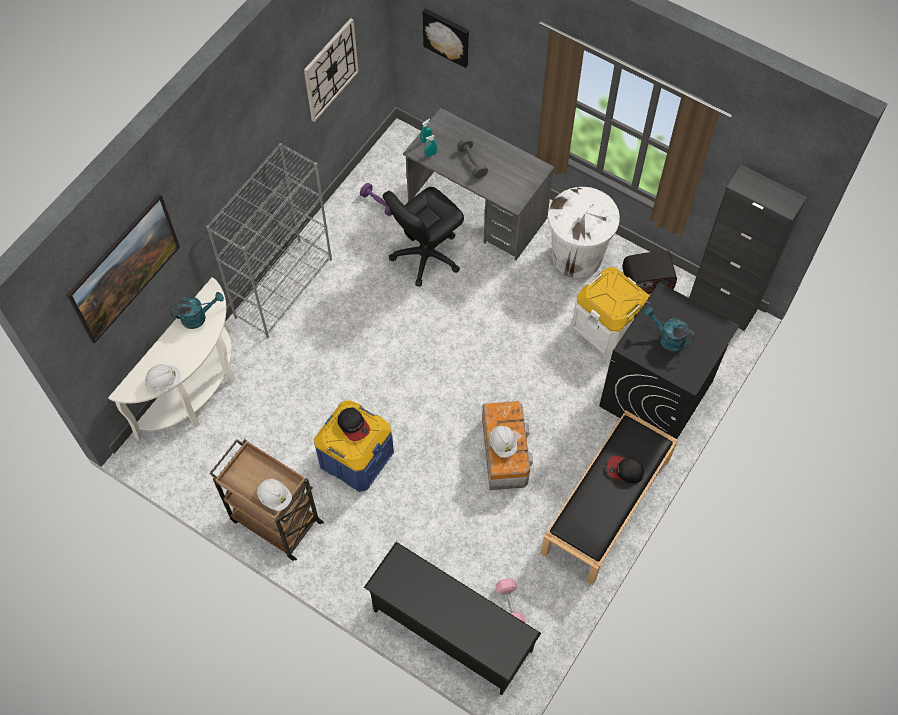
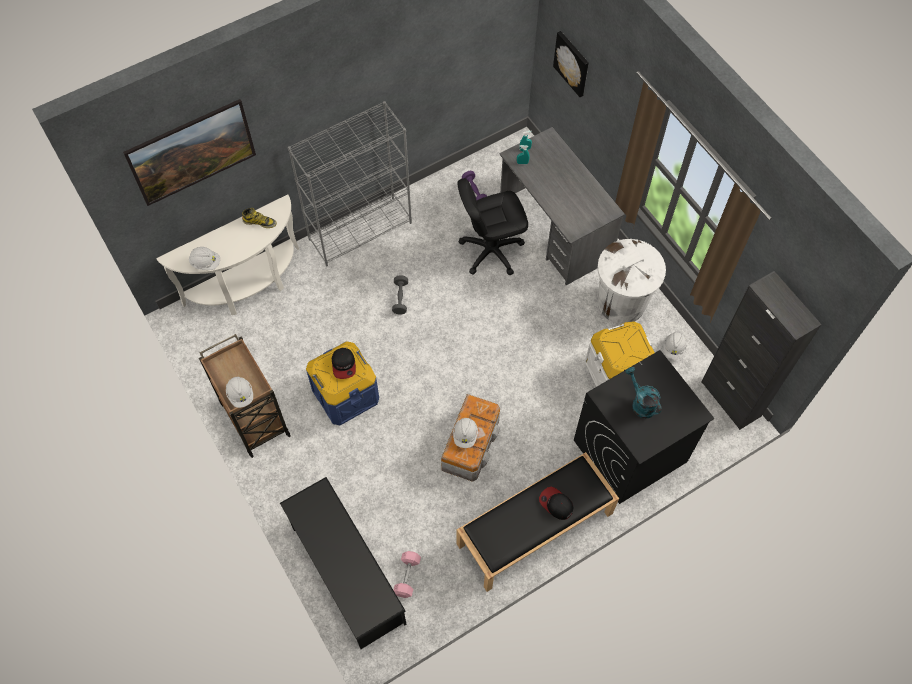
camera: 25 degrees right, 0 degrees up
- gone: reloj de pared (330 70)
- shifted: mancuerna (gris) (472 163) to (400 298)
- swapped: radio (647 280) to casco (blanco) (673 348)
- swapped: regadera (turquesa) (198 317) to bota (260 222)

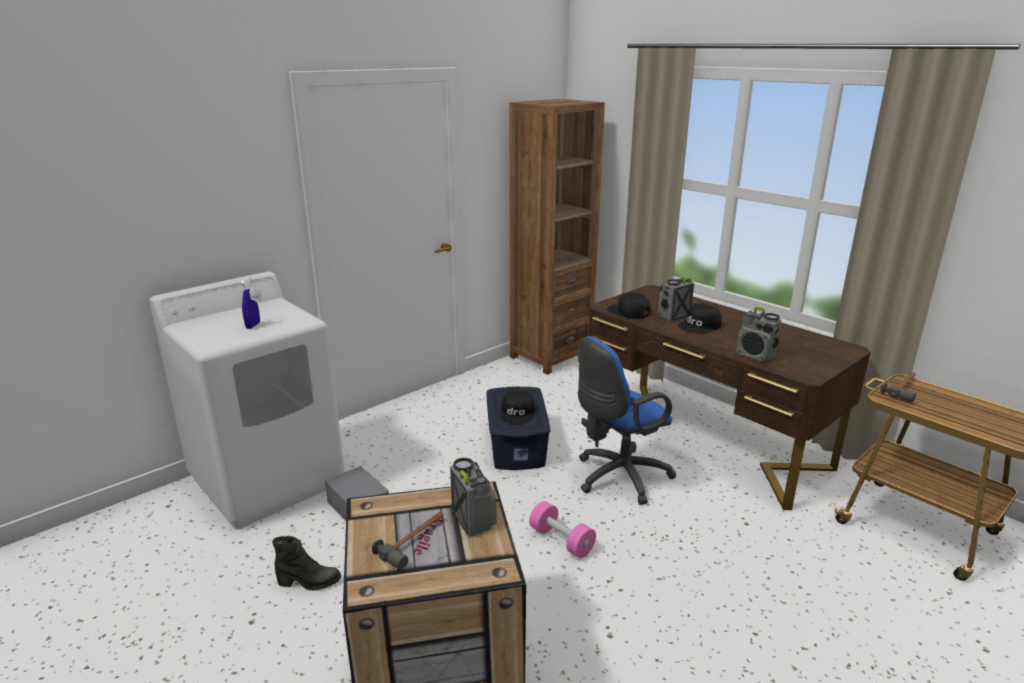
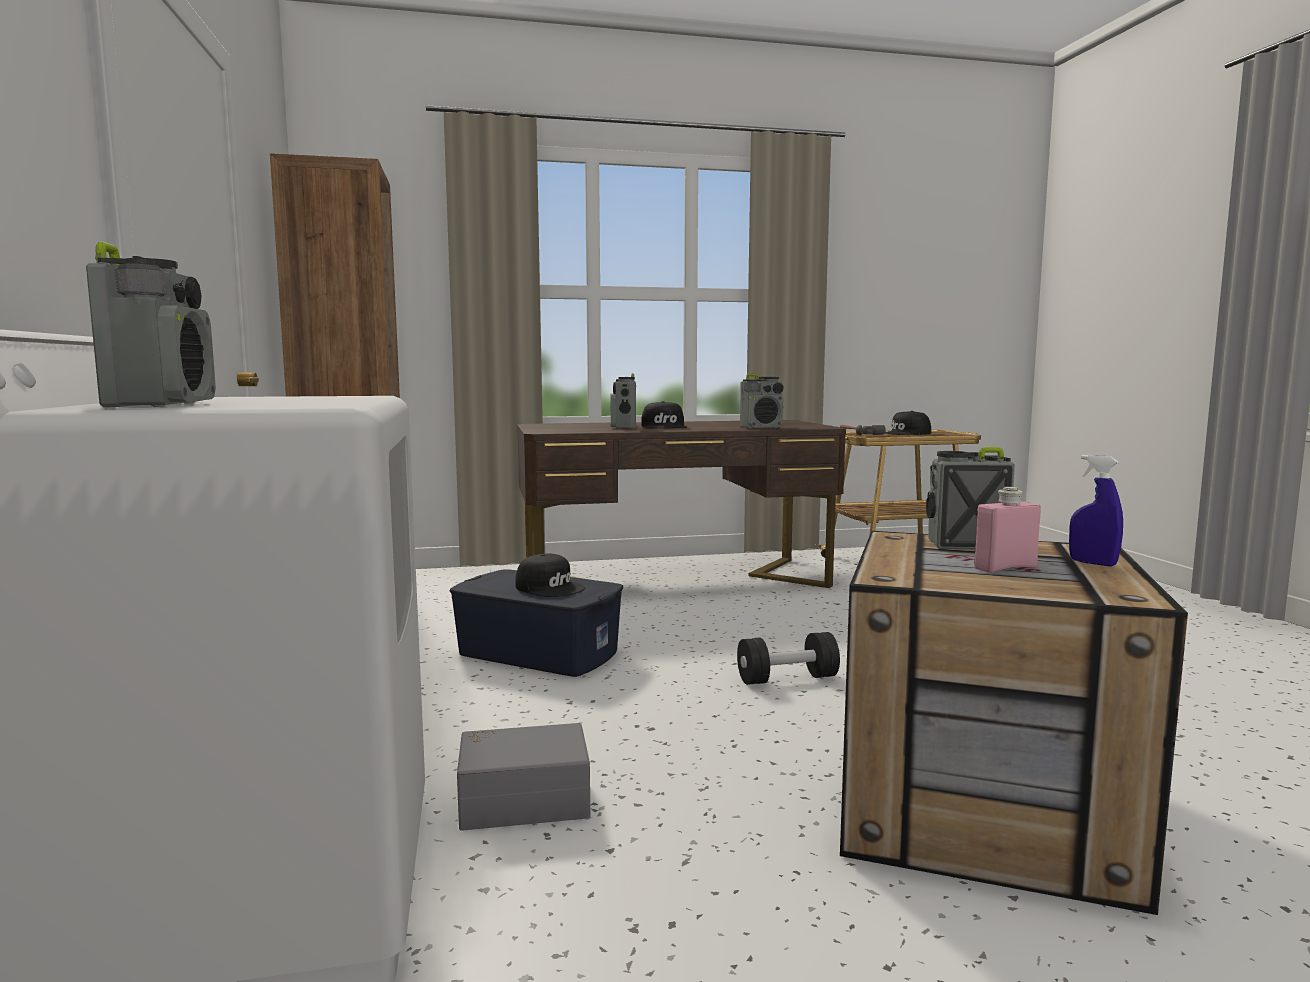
camera: 60 degrees left, 15 degrees down
- shifted: pulverizador (azul) (253 325) to (1092 563)
- shifted: gorra (negro) (628 312) to (906 433)
- gone: silla de oficina (azul) (618 477)
- repainted: mancuerna (rosa) (561 540) to mancuerna (negro) (787 679)
- swapped: martillo (414 541) to botella (rosa) (1005 568)
- gone: bota (negro) (309 582)
- new: radio (162 404)

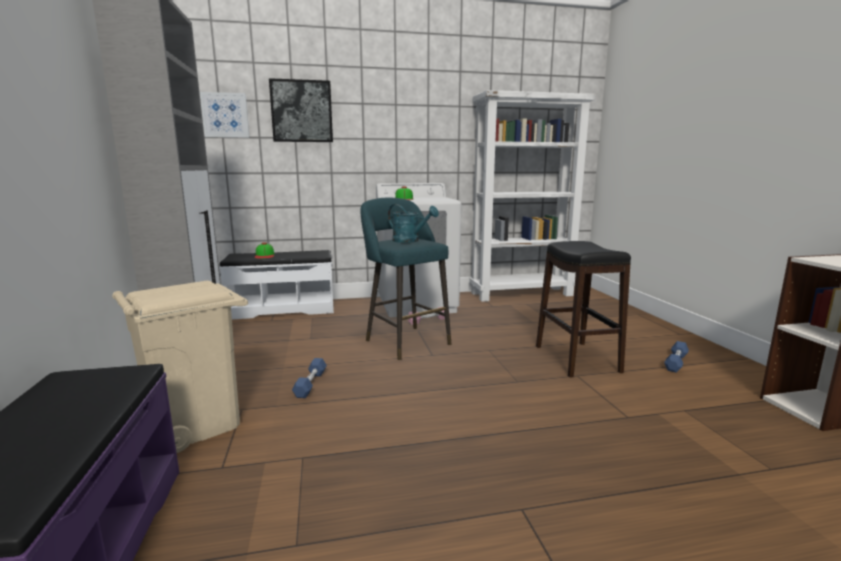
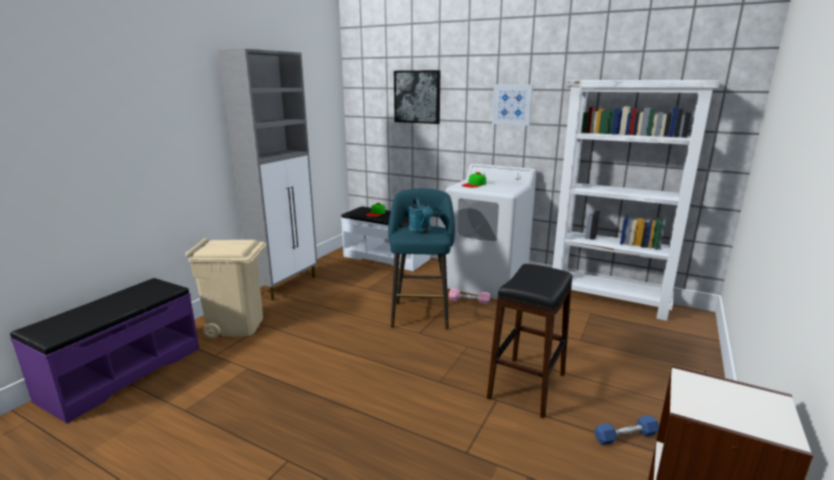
camera: 40 degrees right, 5 degrees up
- shifted: cuadro (225 115) to (512 104)
- gone: mancuerna (azul) (310 384)

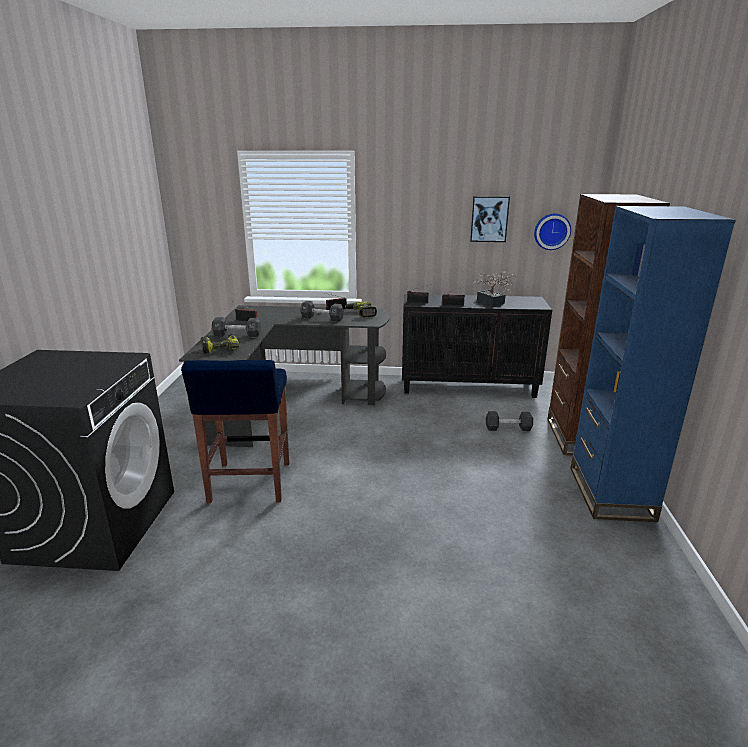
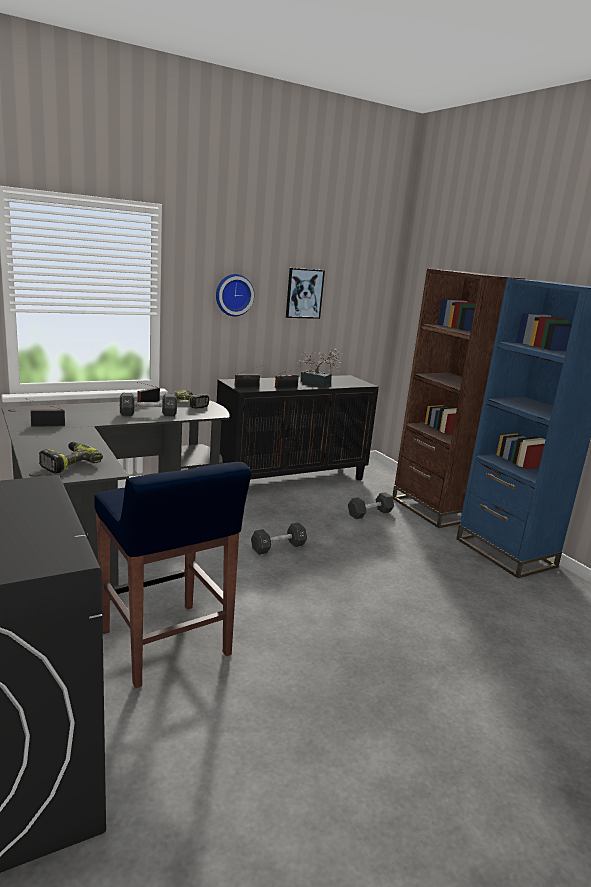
camera: 35 degrees left, 5 degrees down
- shifted: reloj de pared (551 231) to (233 294)
- shifted: mancuerna (negro) (237 335) to (278 547)

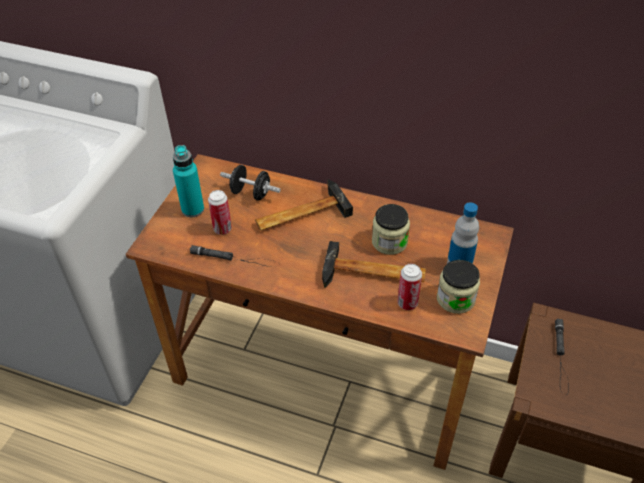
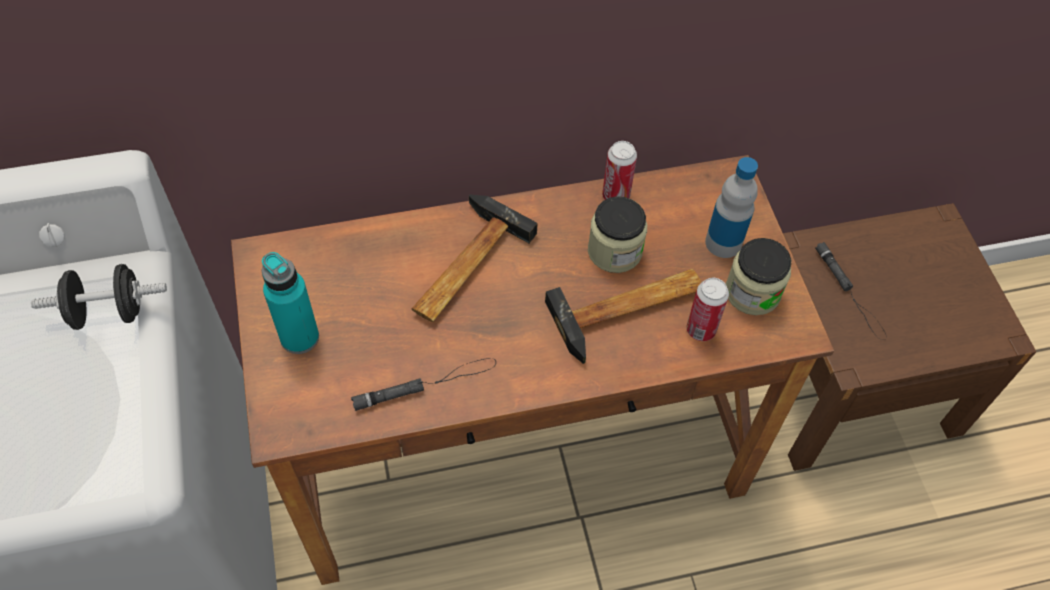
camera: 35 degrees left, 10 degrees up
- shifted: mancuerna (negro) (251 193) to (108 312)
- shifted: lata (222 229) to (615 196)

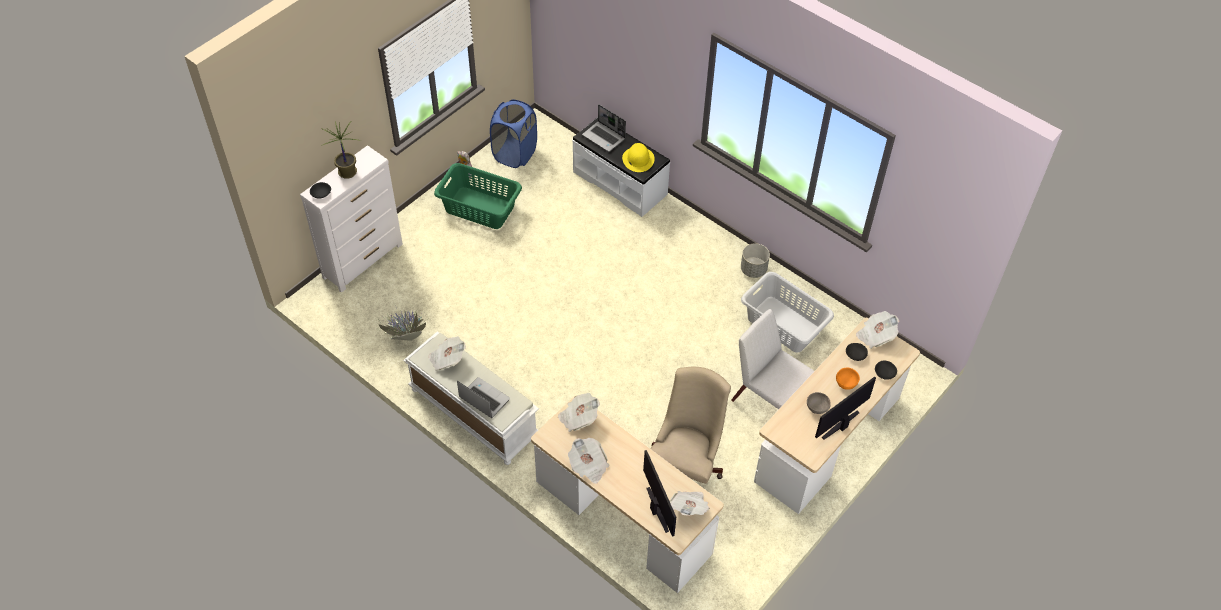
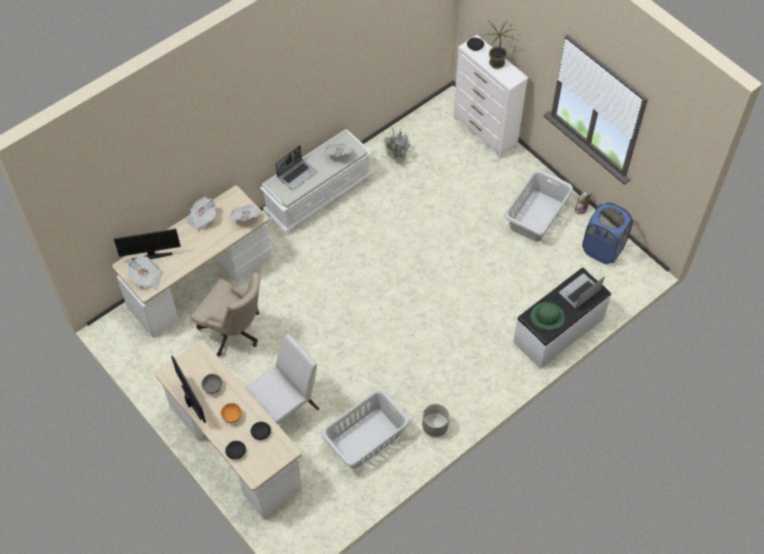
camera: 100 degrees right, 5 degrees up
- repainted: sombrero (amarillo) (638 159) to sombrero (verde) (547 316)
- repainted: cesto de la ropa (verde) (479 207) to cesto de la ropa (gris) (537 216)
- gone: periódico (875 335)

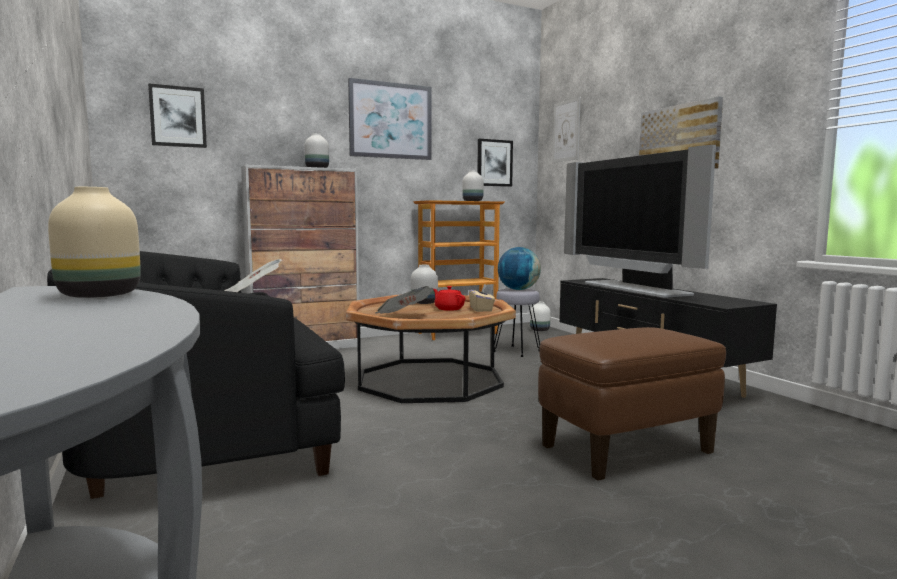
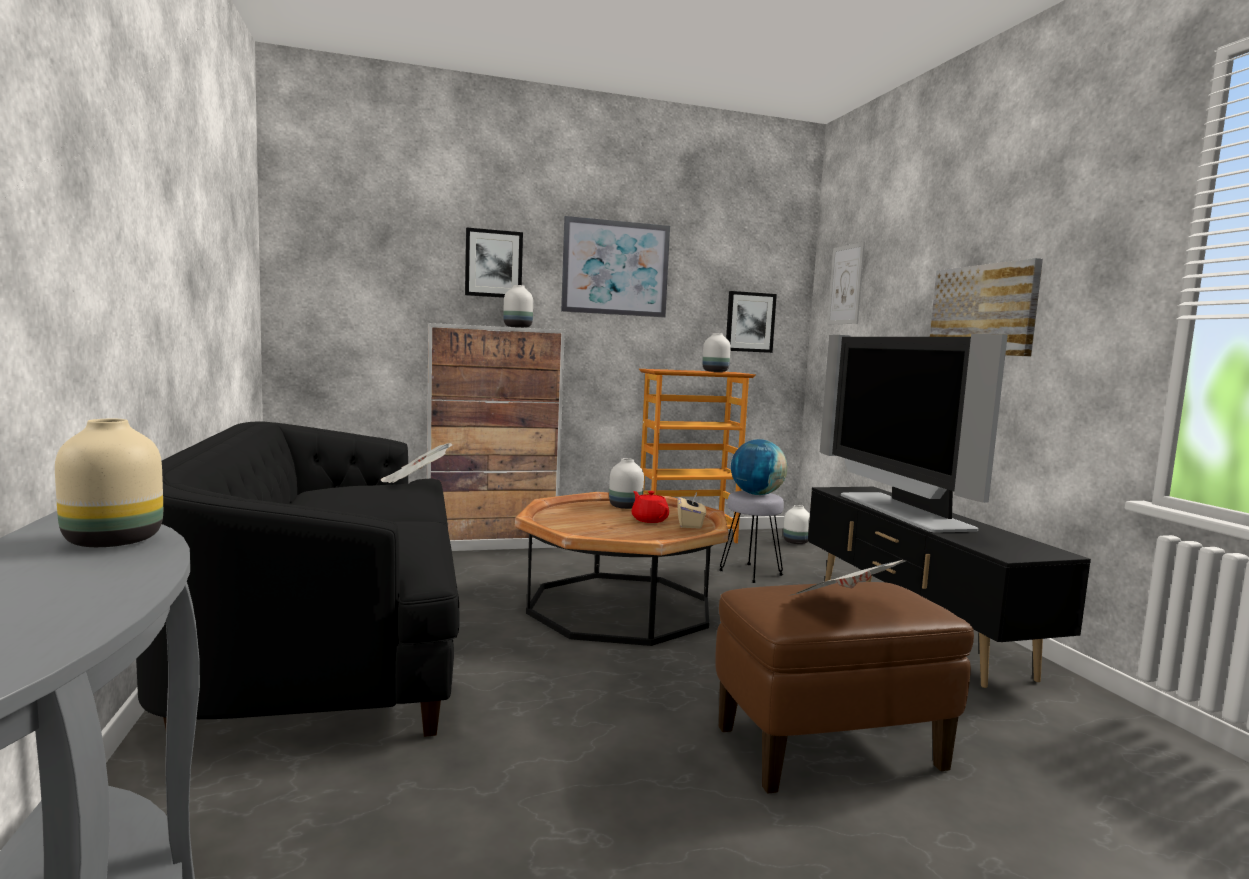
camera: 10 degrees right, 0 degrees up
- shifted: cuadro (178 116) to (493 264)
- shifted: periódico (404 316) to (843 606)

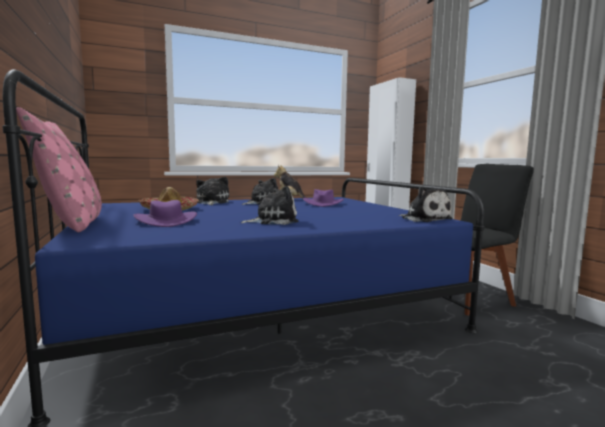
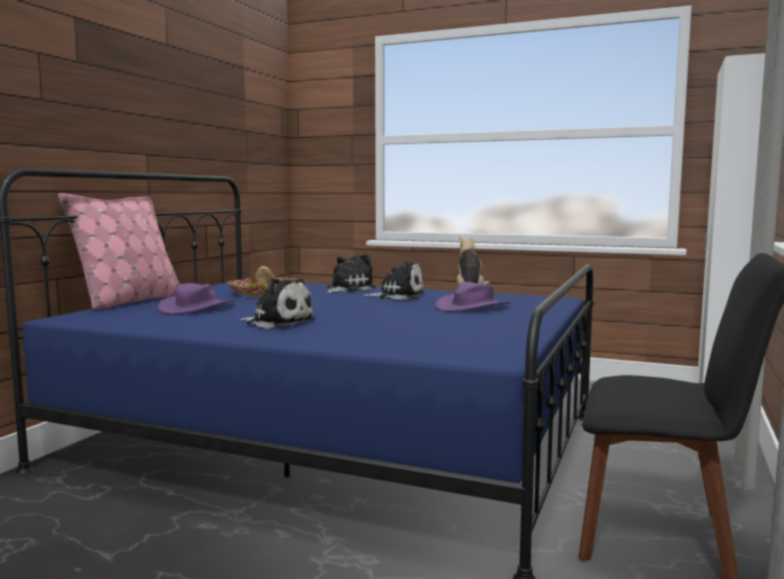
camera: 45 degrees right, 0 degrees up
- gone: peluche (424 219)

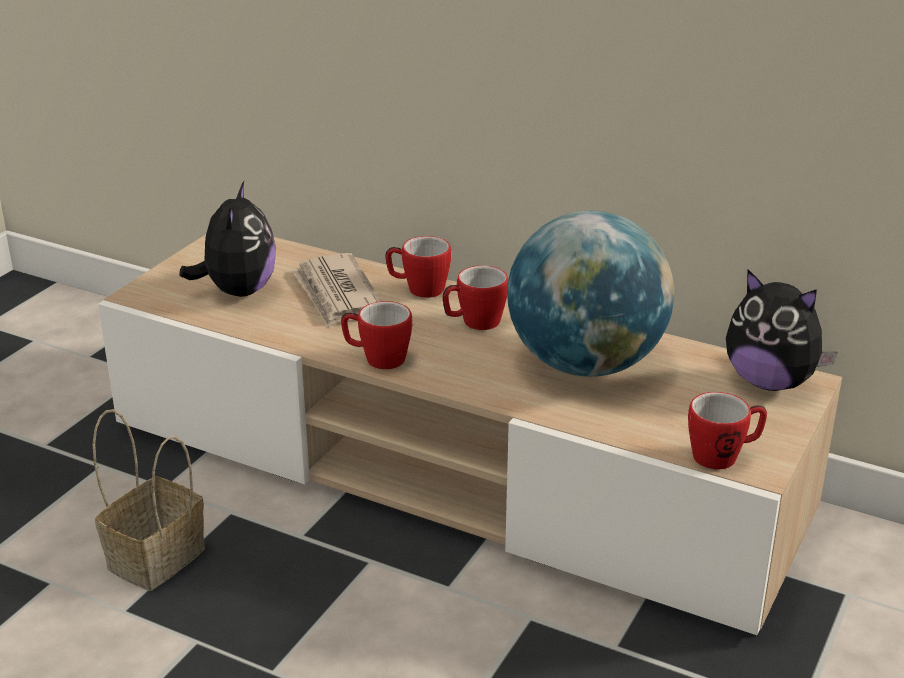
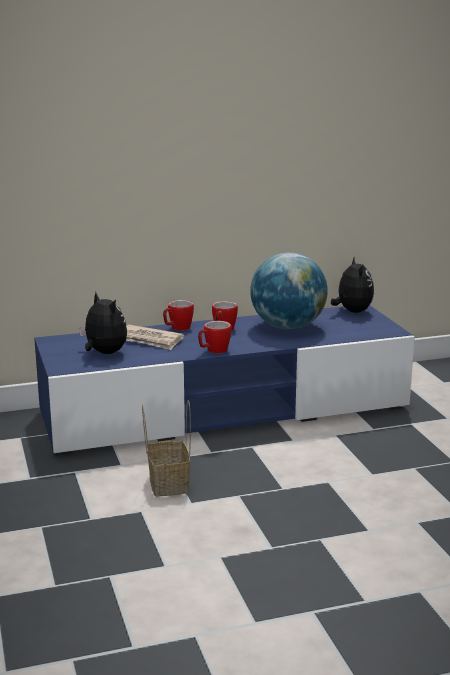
camera: 45 degrees left, 10 degrees down
- repainted: mueble de televisión (beis) (452 468) to mueble de televisión (azul) (225 410)
- rotated: peluche (770 382) = (352 311) 90 degrees counterclockwise
- gone: taza grande (723 456)

